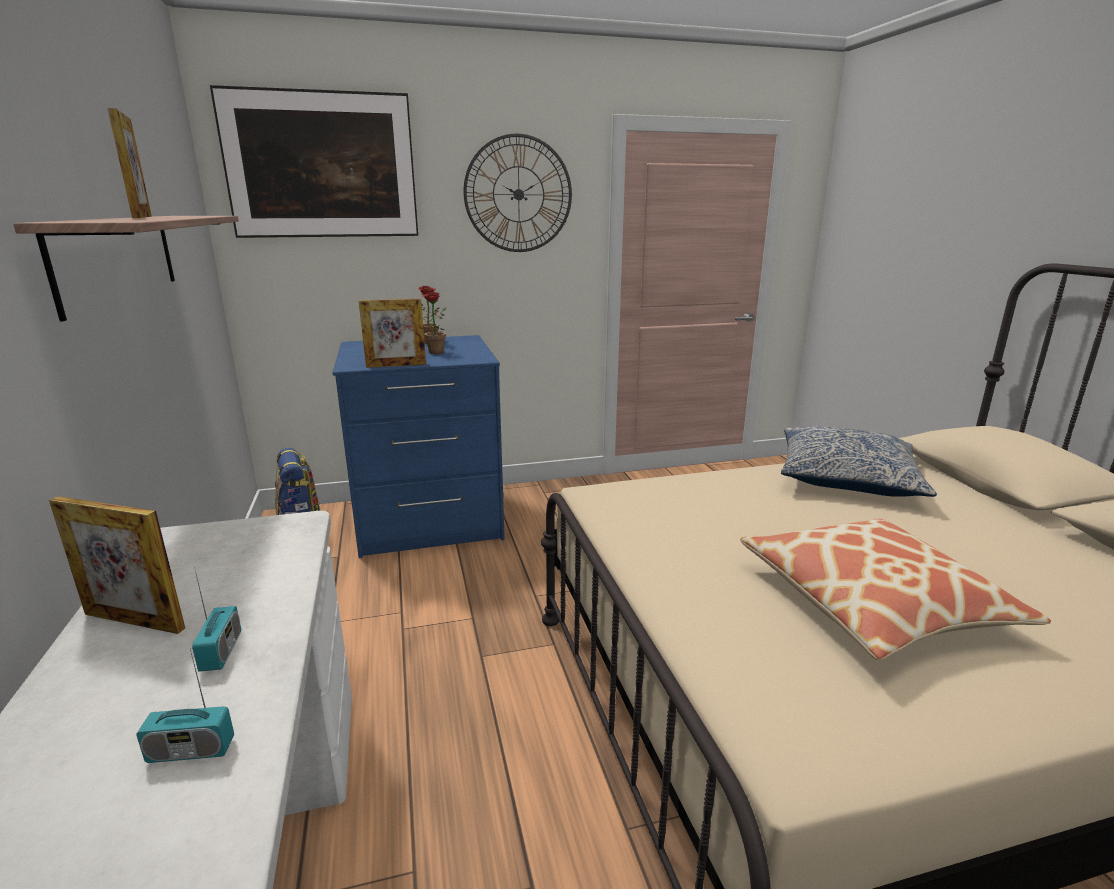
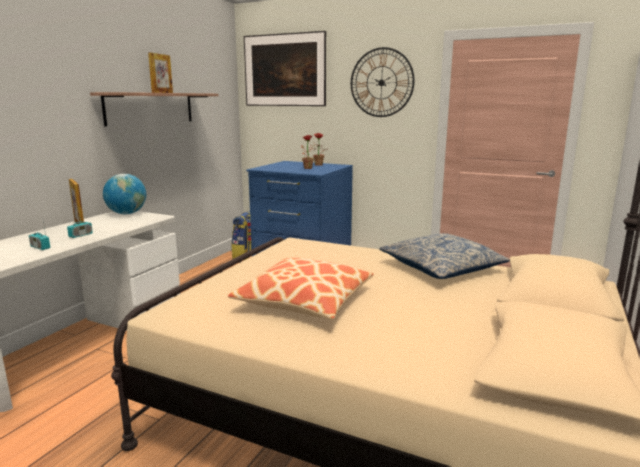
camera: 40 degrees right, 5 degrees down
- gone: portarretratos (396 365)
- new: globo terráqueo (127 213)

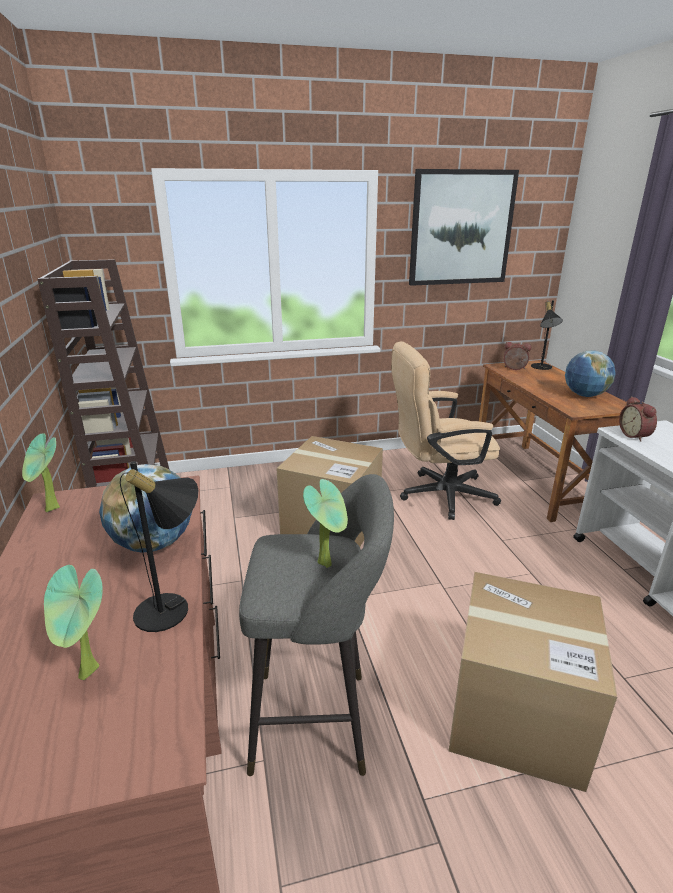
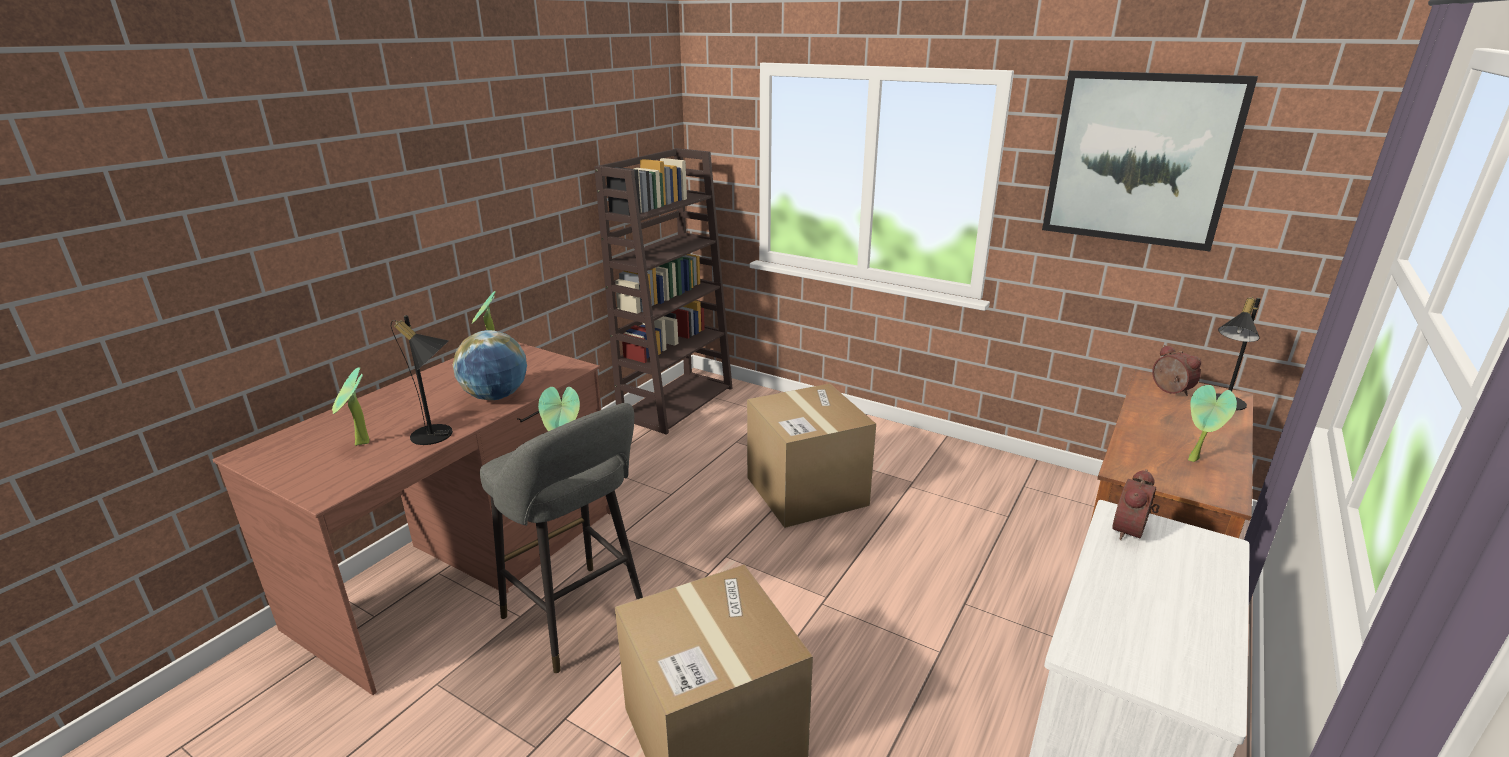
camera: 45 degrees right, 0 degrees up
- gone: silla de oficina (beis) (438 495)
- swapped: globo terráqueo (585 395) to planta en maceta (1195 460)

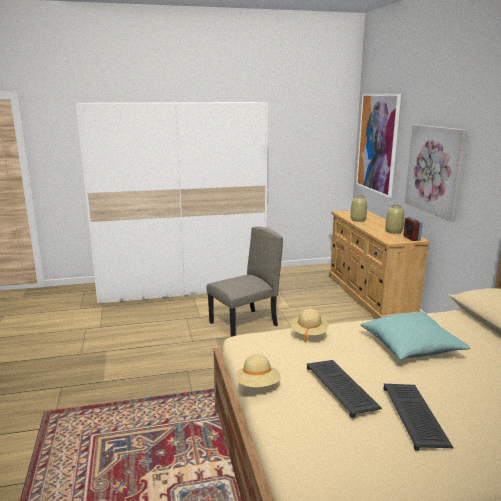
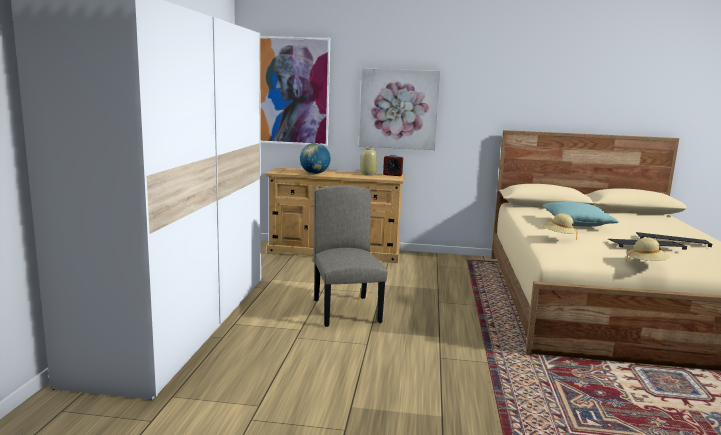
camera: 70 degrees left, 5 degrees down
- swapped: florero (beis) (357 220) to globo terráqueo (314 173)

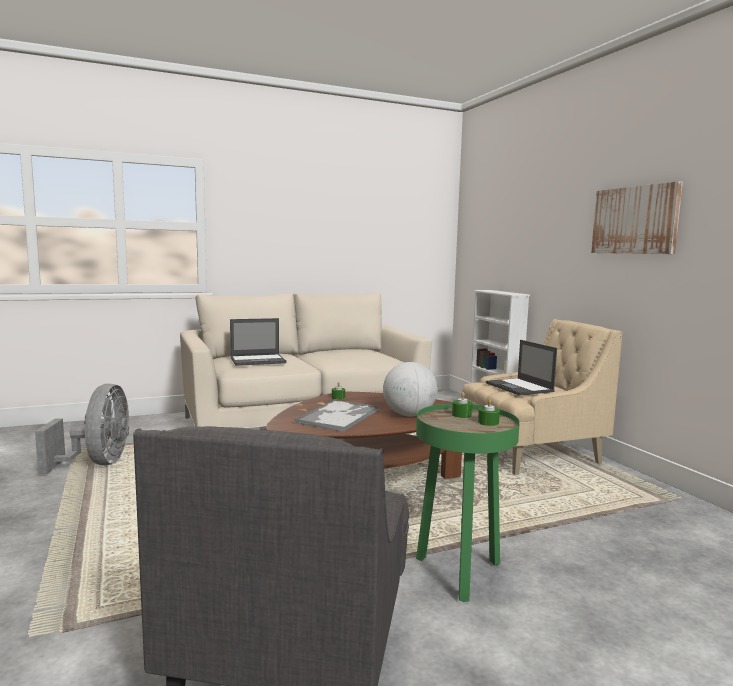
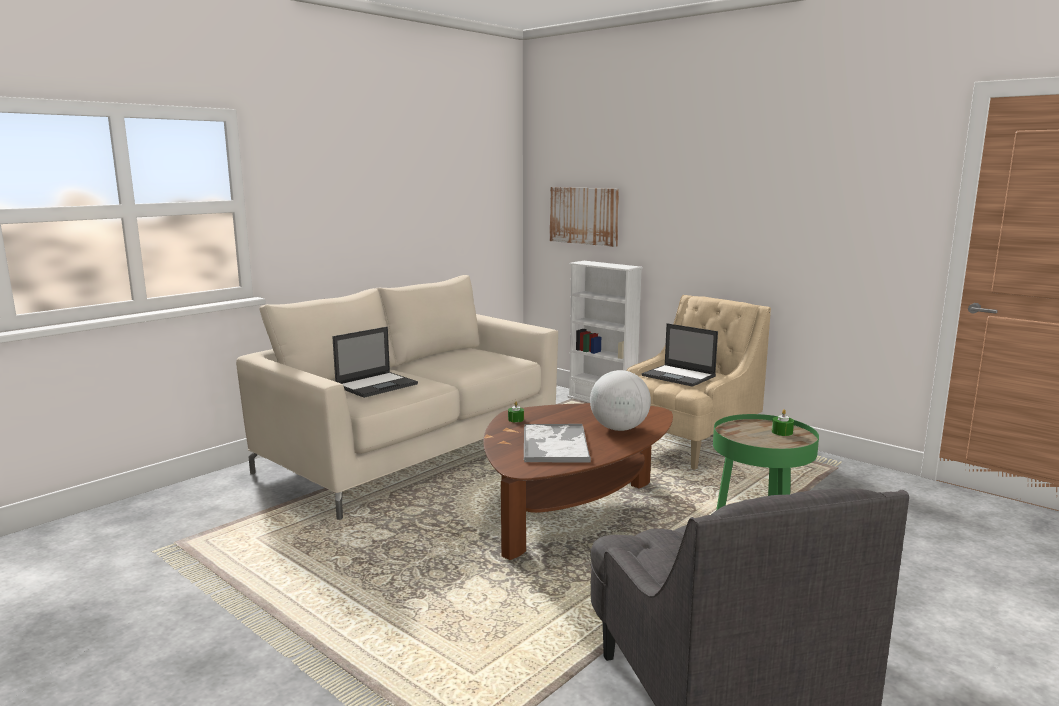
camera: 25 degrees left, 5 degrees up
- shifted: cuadro (635 220) to (584 215)
- gone: ventilador (gris) (97 463)
- gone: vela (verde) (461 415)

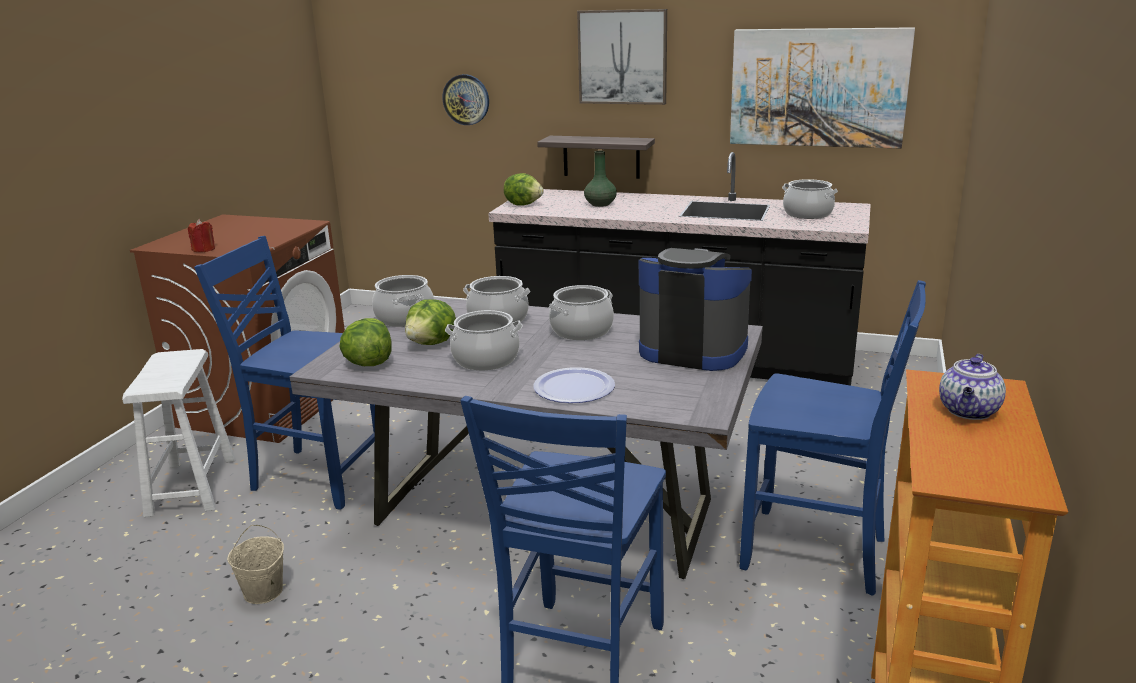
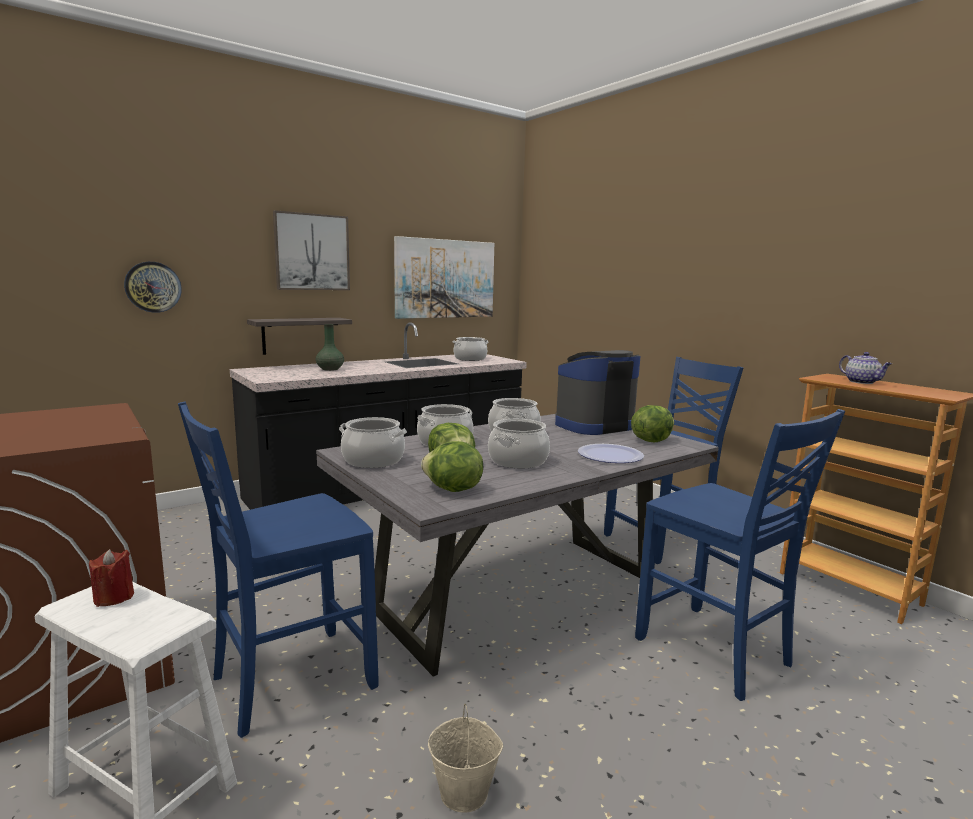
camera: 55 degrees left, 10 degrees down
- shifted: lechuga (523 204) to (651 440)
- shifted: vela (rojo) (204 249) to (114 597)

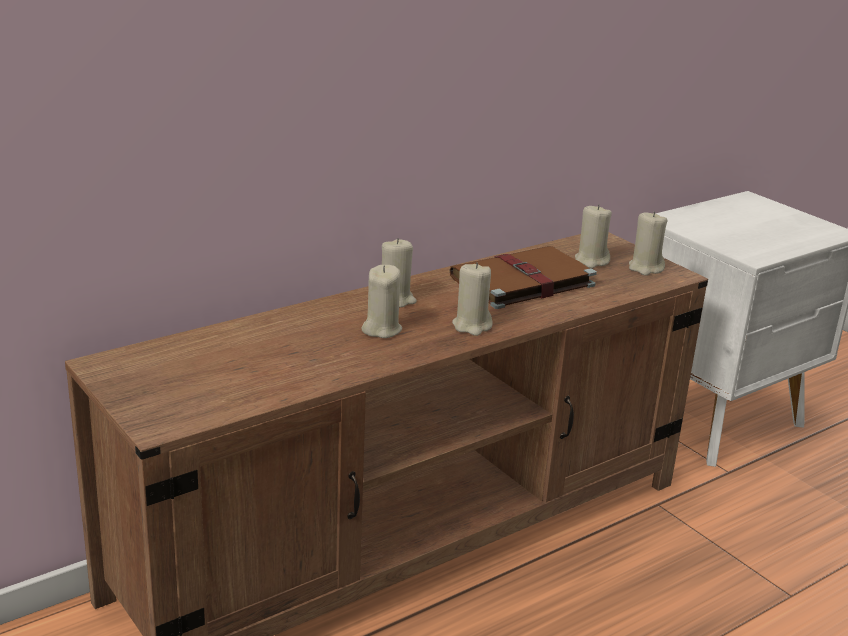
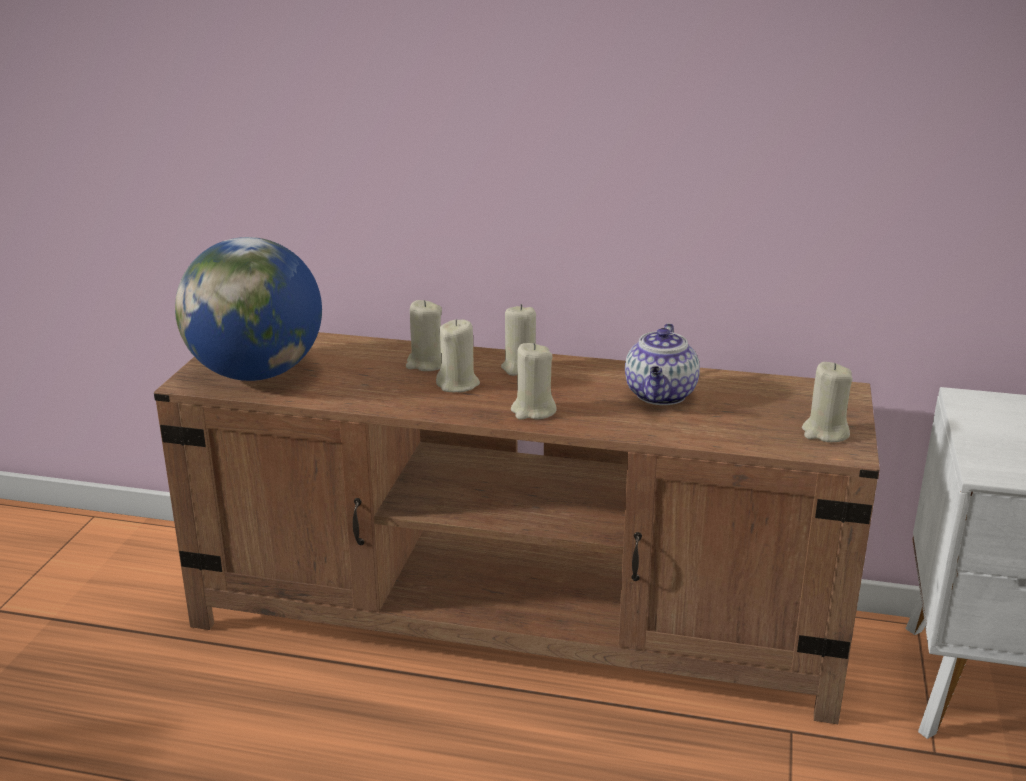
camera: 50 degrees right, 0 degrees up
- shifted: vela (beis) (591 261) to (426 364)
- swapped: libro (marrón) (520 282) to tetera (661 396)
- new: globo terráqueo (256 373)

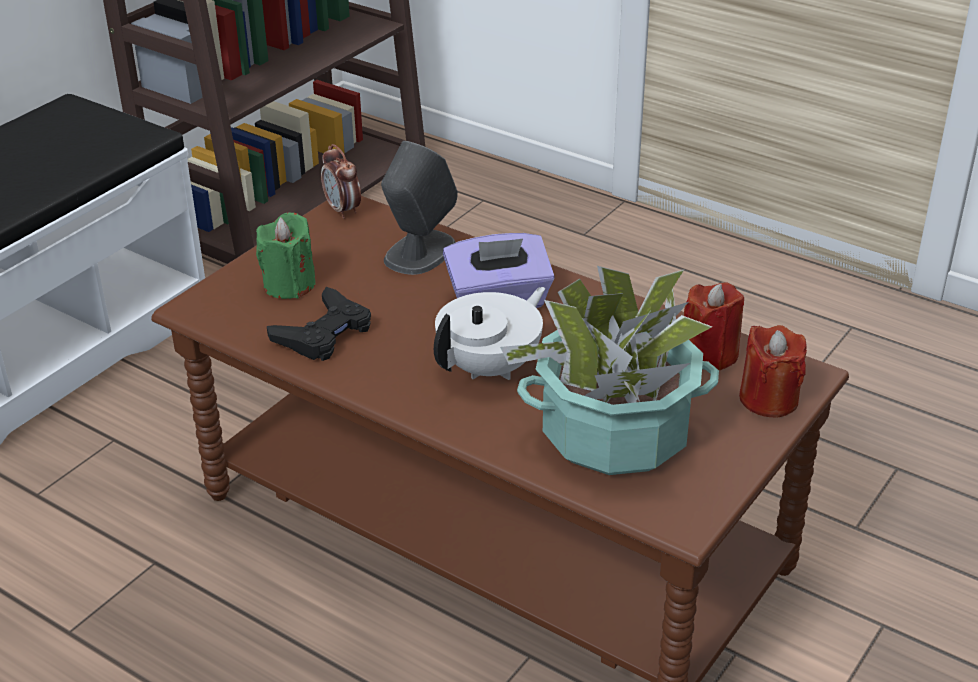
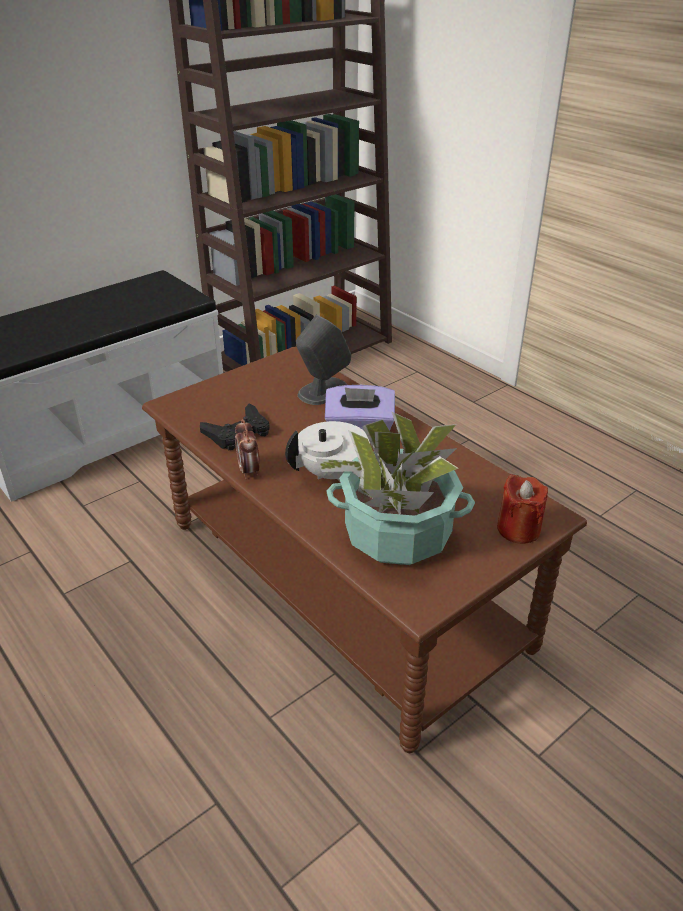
camera: 15 degrees right, 0 degrees up
- shifted: despertador (343 210) to (249 471)
- gone: vela (verde) (289 285)
- gone: vela (rojo) (710 353)

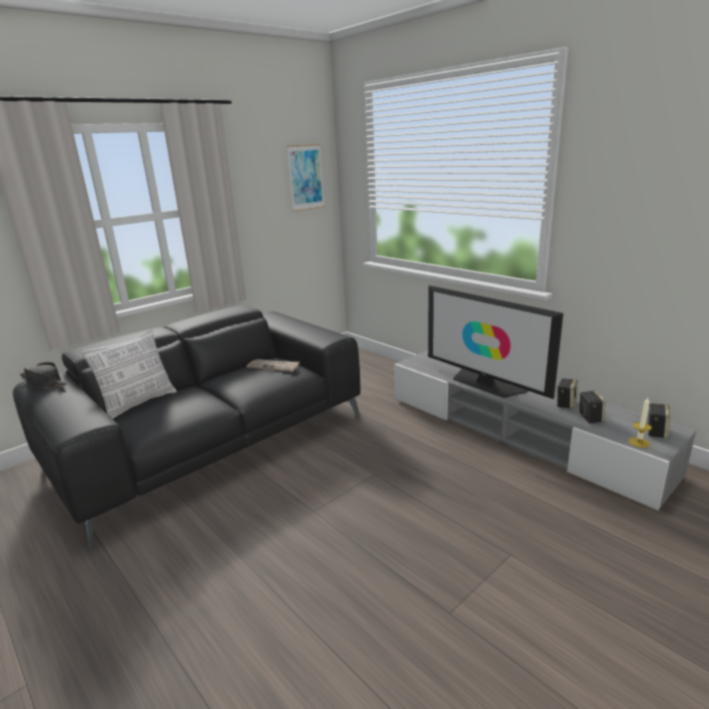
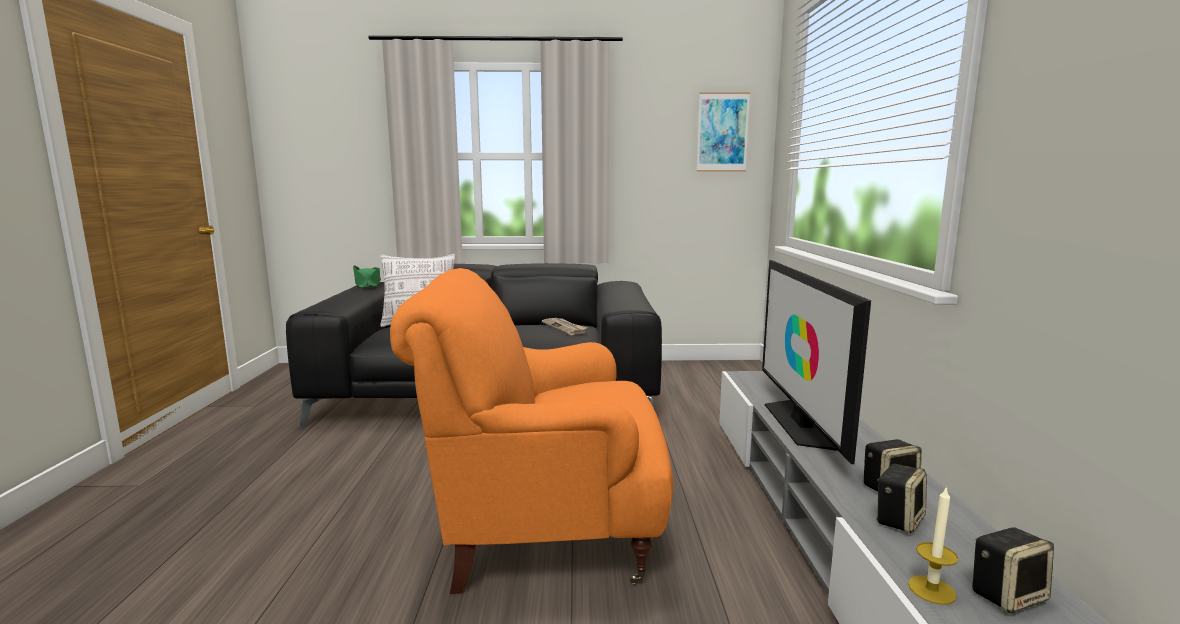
camera: 40 degrees right, 10 degrees down
- repainted: sombrero (negro) (44 383) to sombrero (verde) (367 284)
- new: sillón (naranja) (543 531)

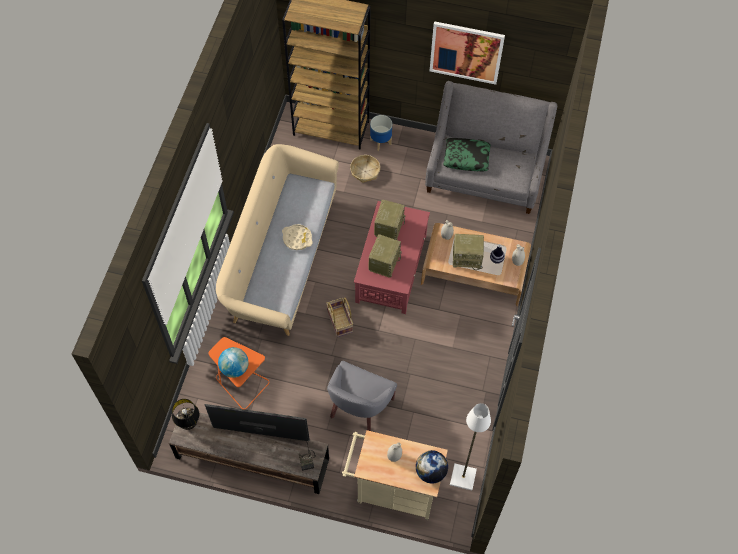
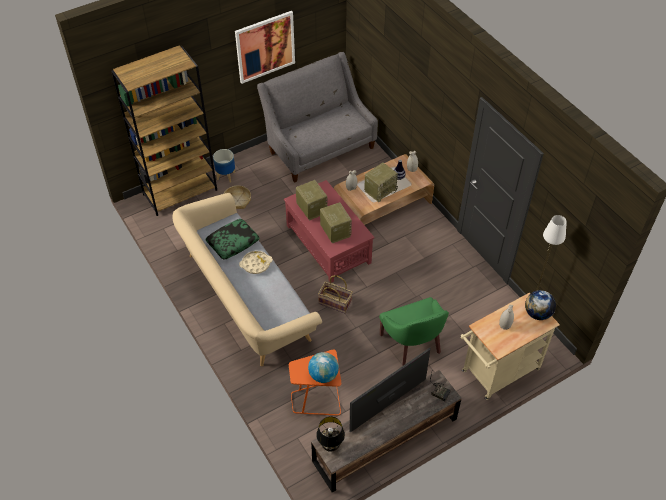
camera: 45 degrees left, 10 degrees down
- shifted: cojín (466 158) to (233 242)
- repainted: sillón (gris) (358 407) to sillón (verde) (413 343)

